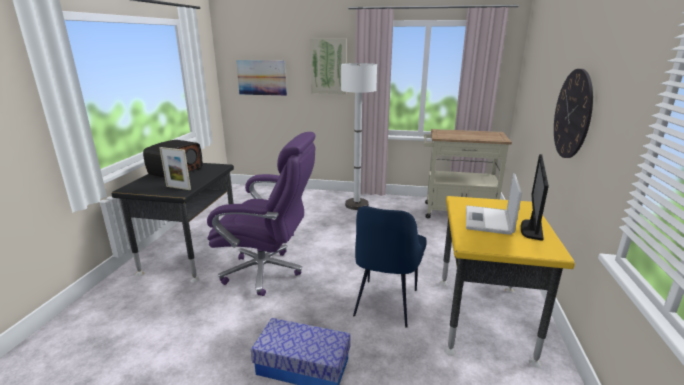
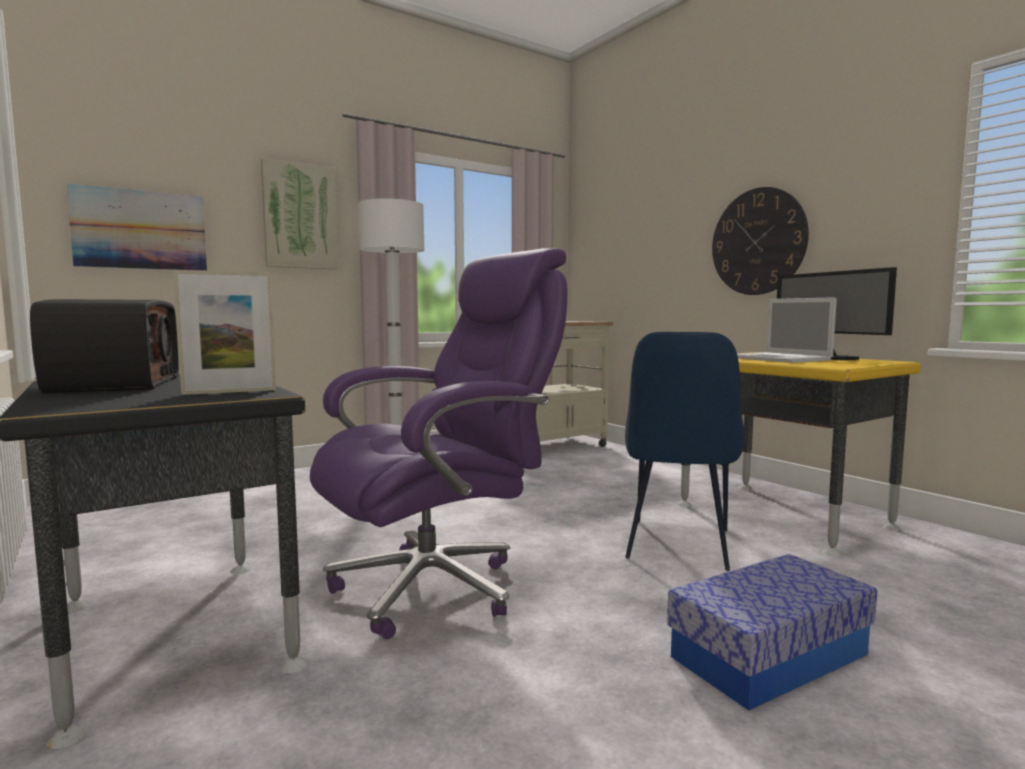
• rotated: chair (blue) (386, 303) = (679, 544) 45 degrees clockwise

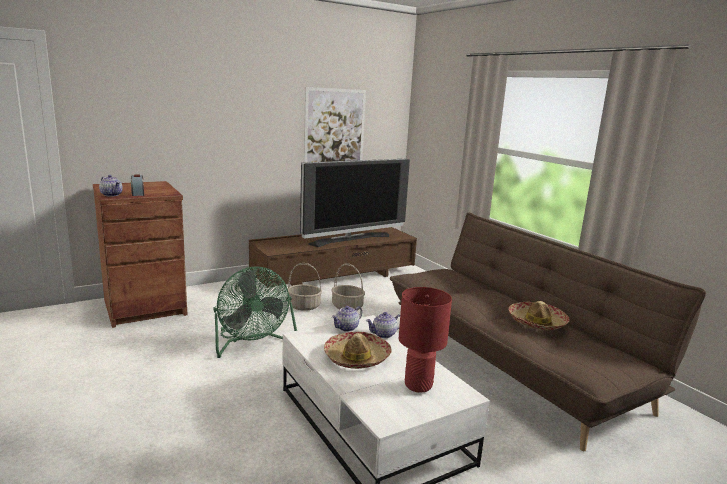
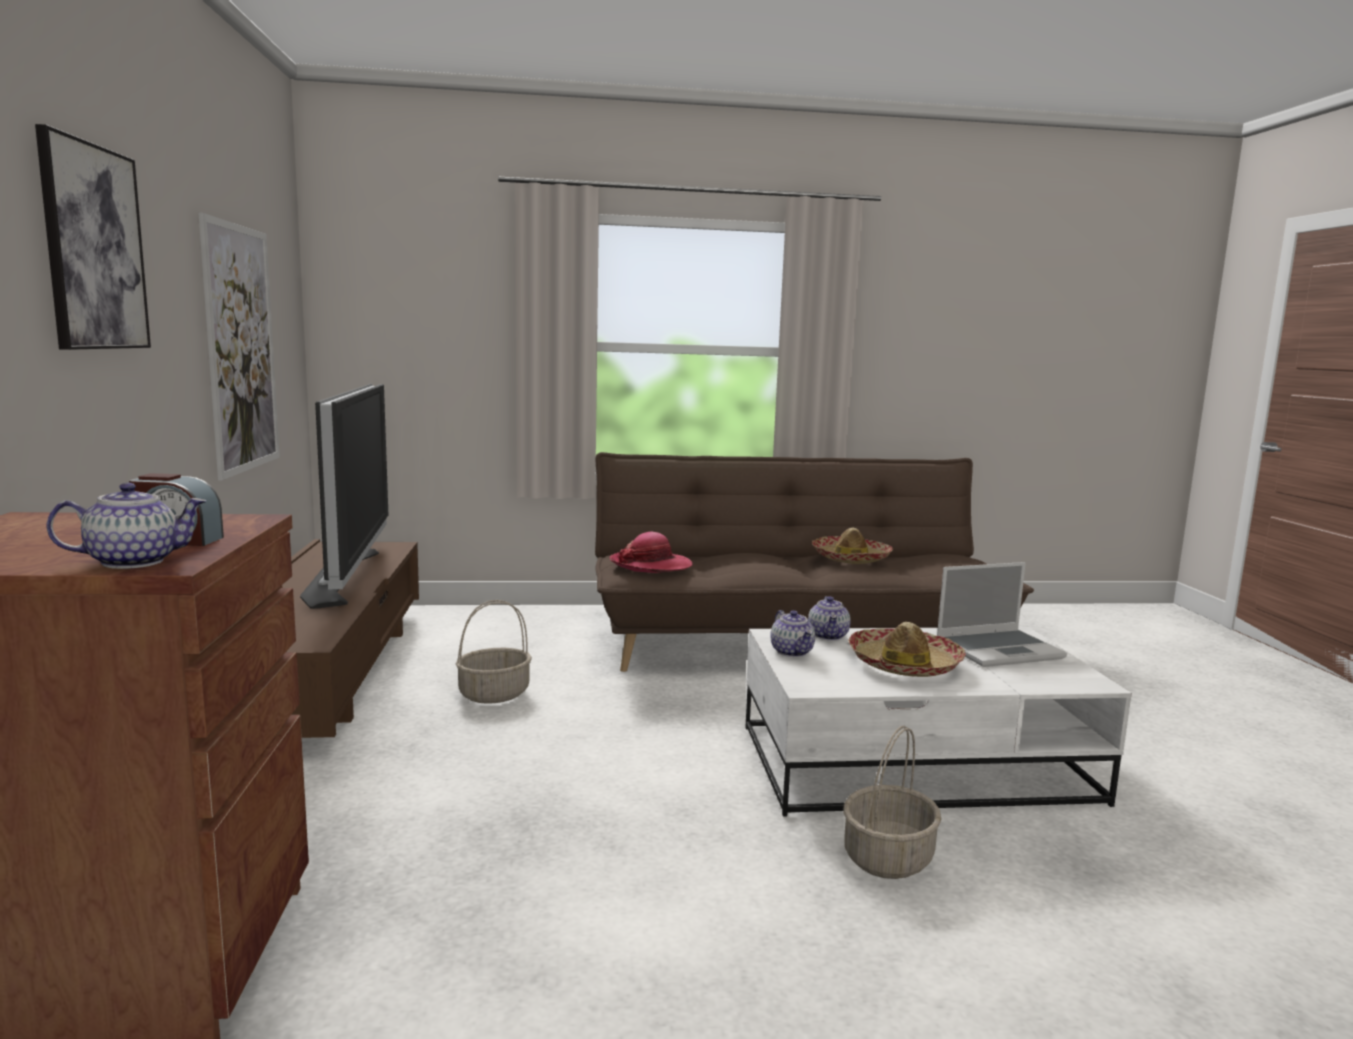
• gone: fan (green) (249, 343)
• shifted: basket (304, 306) to (887, 857)
• swapped: table lamp (red) (418, 387) to laptop (999, 650)
• new: picture (94, 248)
• new: hat (651, 565)

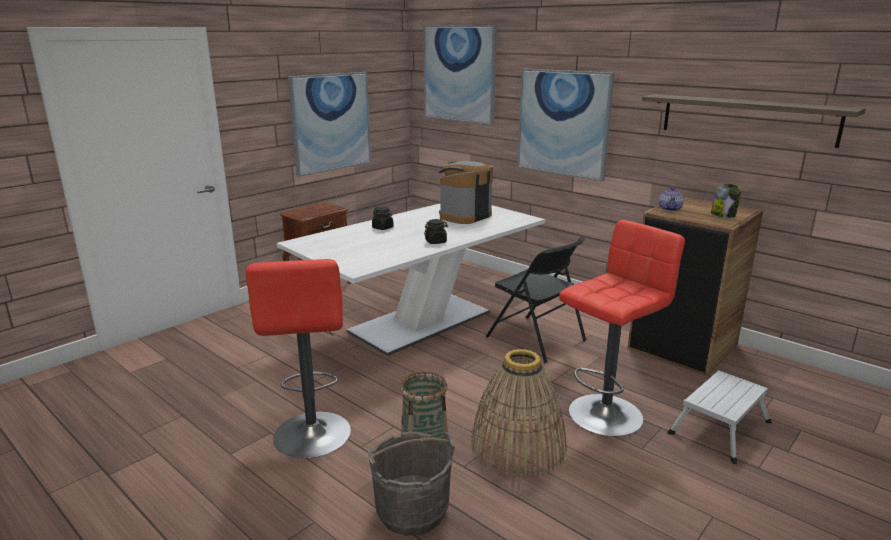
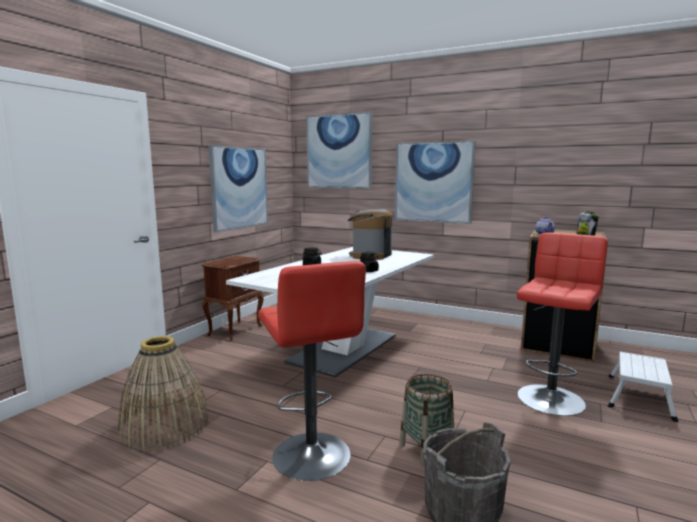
• shifted: basket (517, 446) to (164, 426)
• gone: chair (black) (535, 339)
• gone: shelf (747, 119)

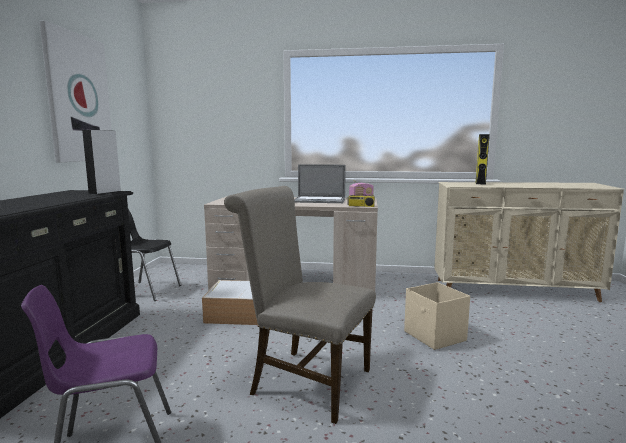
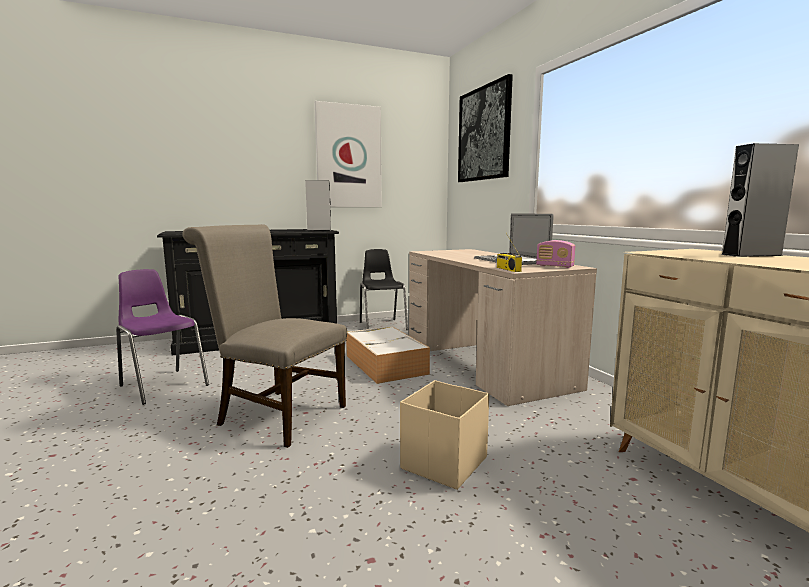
• rotated: chair (beige) (304, 380) = (276, 414) 60 degrees counterclockwise
• repainted: speaker (yellow) (480, 183) to speaker (grey) (751, 255)
• new: picture (484, 134)

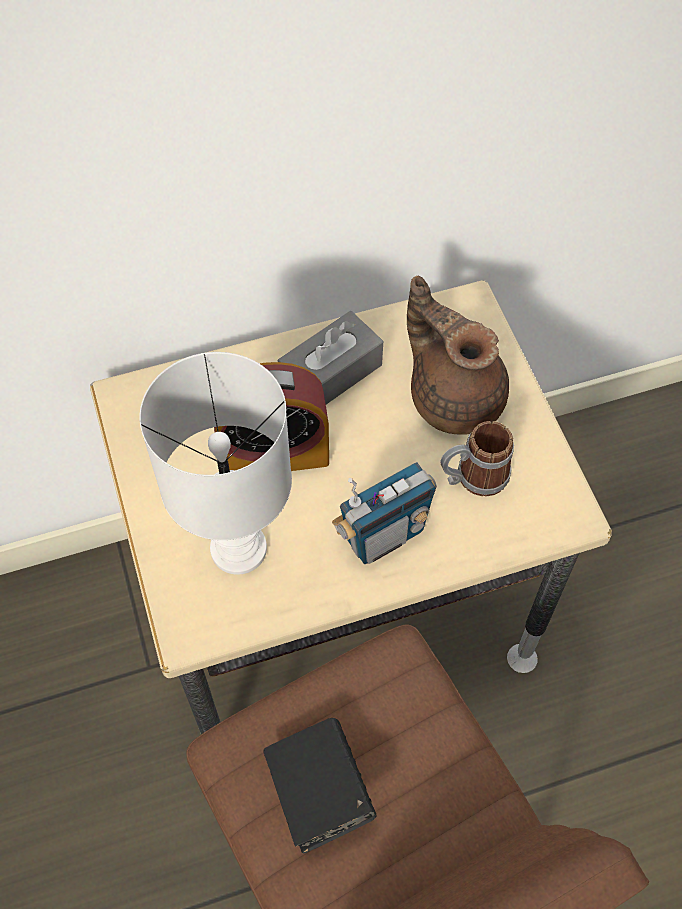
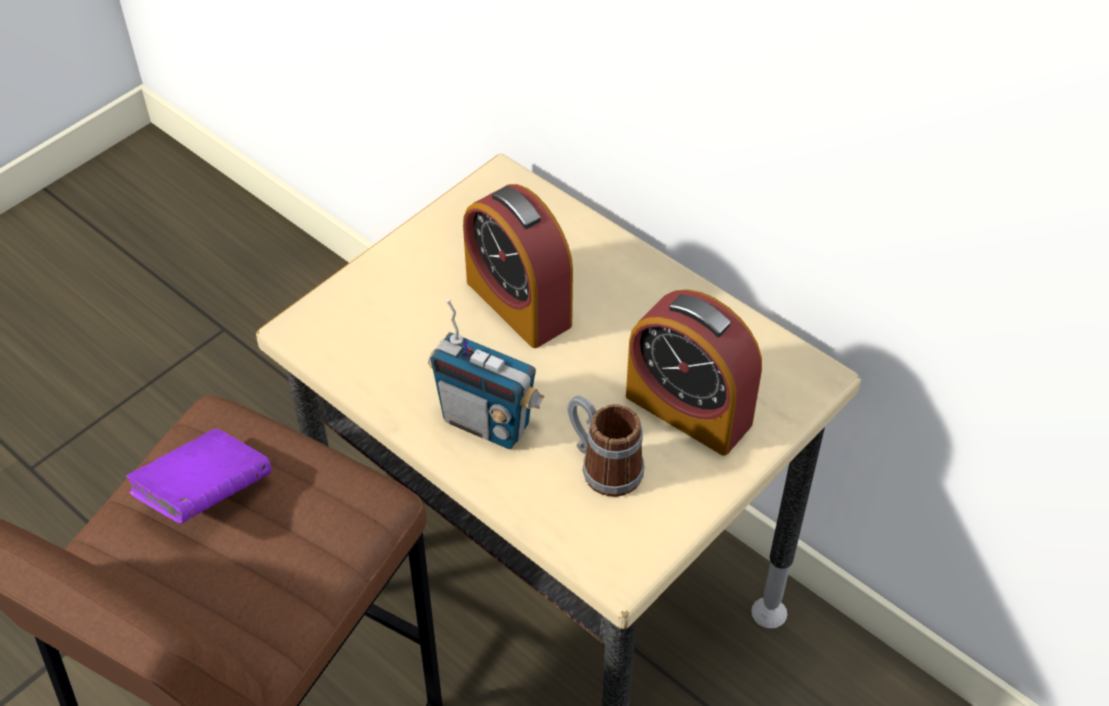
• gone: table lamp (white) (236, 548)
• repainted: book (black) (318, 790) to book (purple) (205, 494)
• gone: tissue box (grey) (331, 374)
• swapped: teapot (brown) (453, 396) to alarm clock (688, 409)

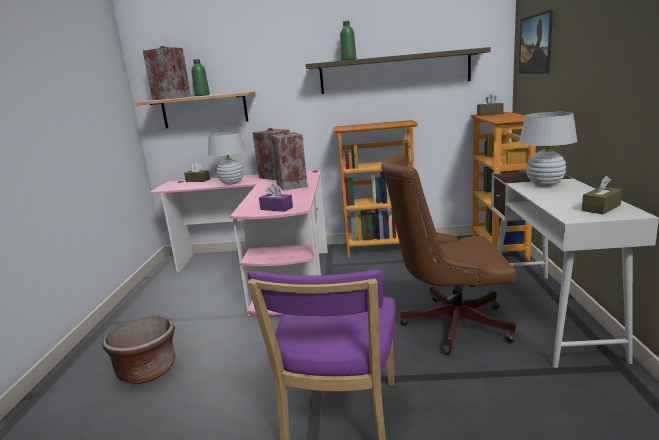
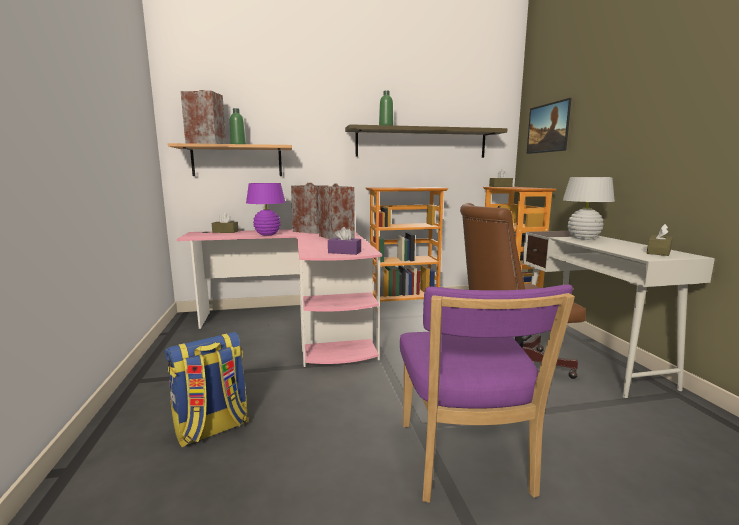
• swapped: planter (brown) (147, 370) to backpack (212, 429)
• repainted: table lamp (white) (231, 183) to table lamp (purple) (267, 234)

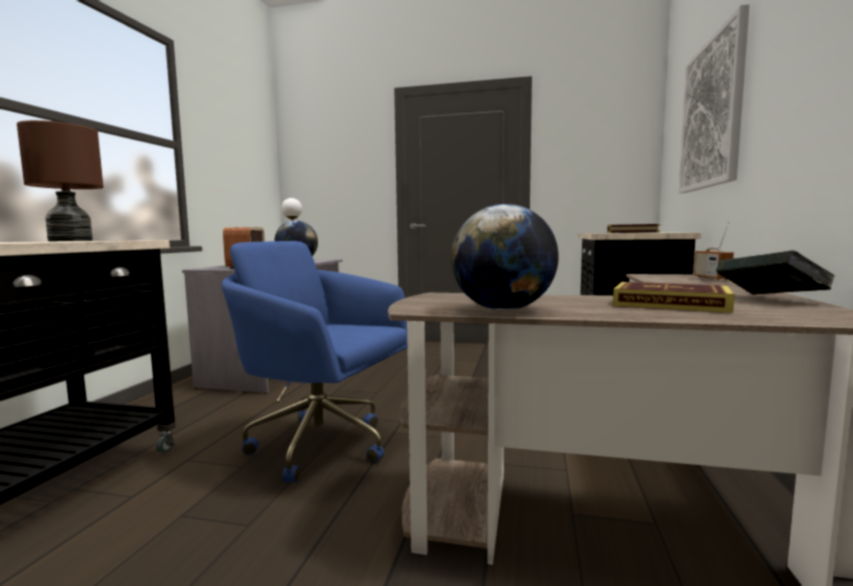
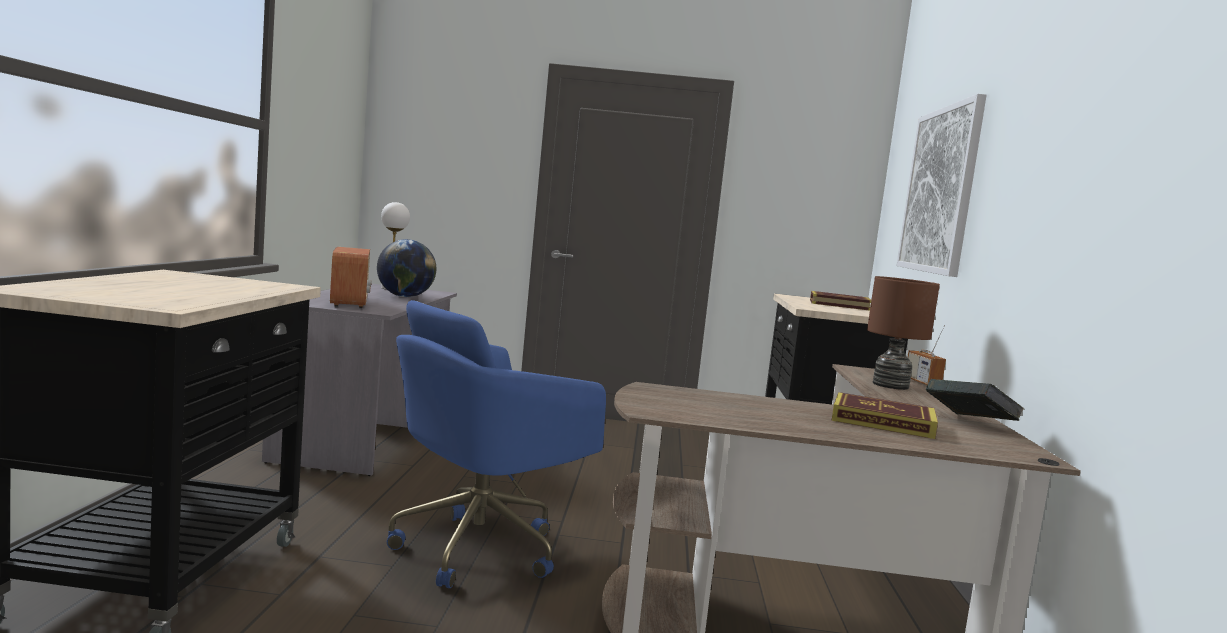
• shifted: table lamp (brown) (70, 241) to (890, 385)
• rotated: office chair (blue) (325, 448) = (483, 548) 60 degrees counterclockwise
• gone: globe (503, 309)

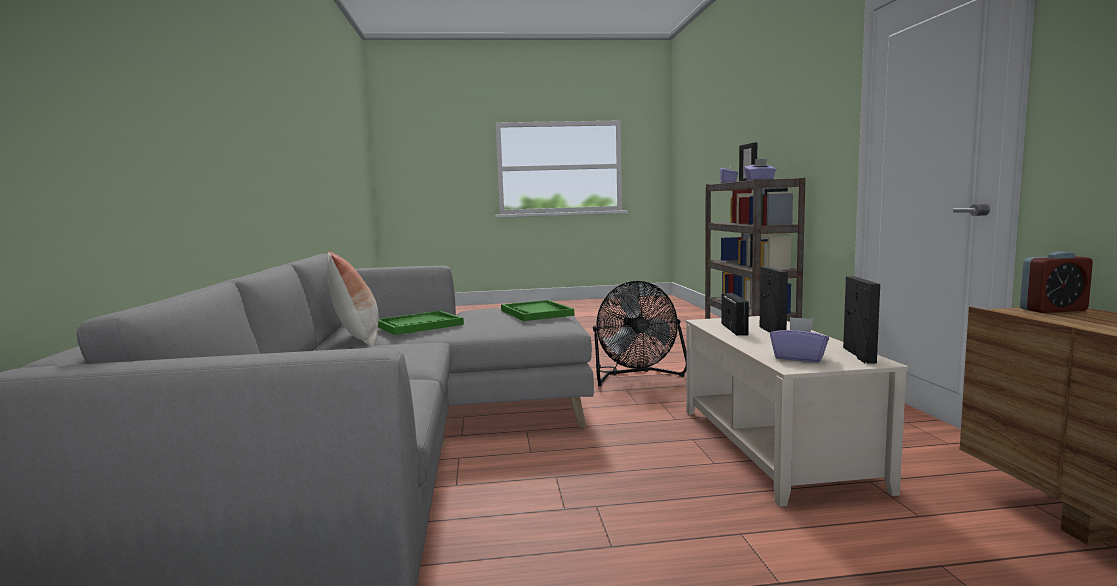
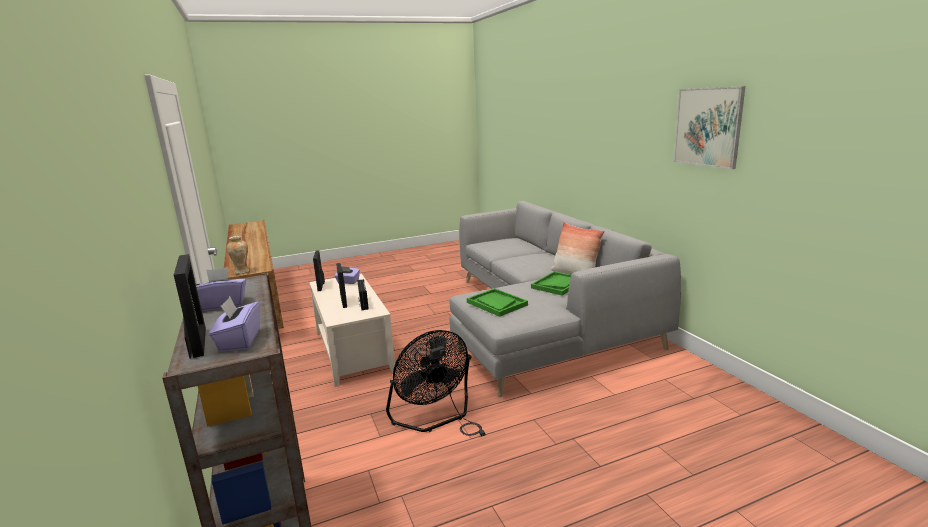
• swapped: alarm clock (1053, 310) to vase (241, 272)
• new: picture (707, 127)

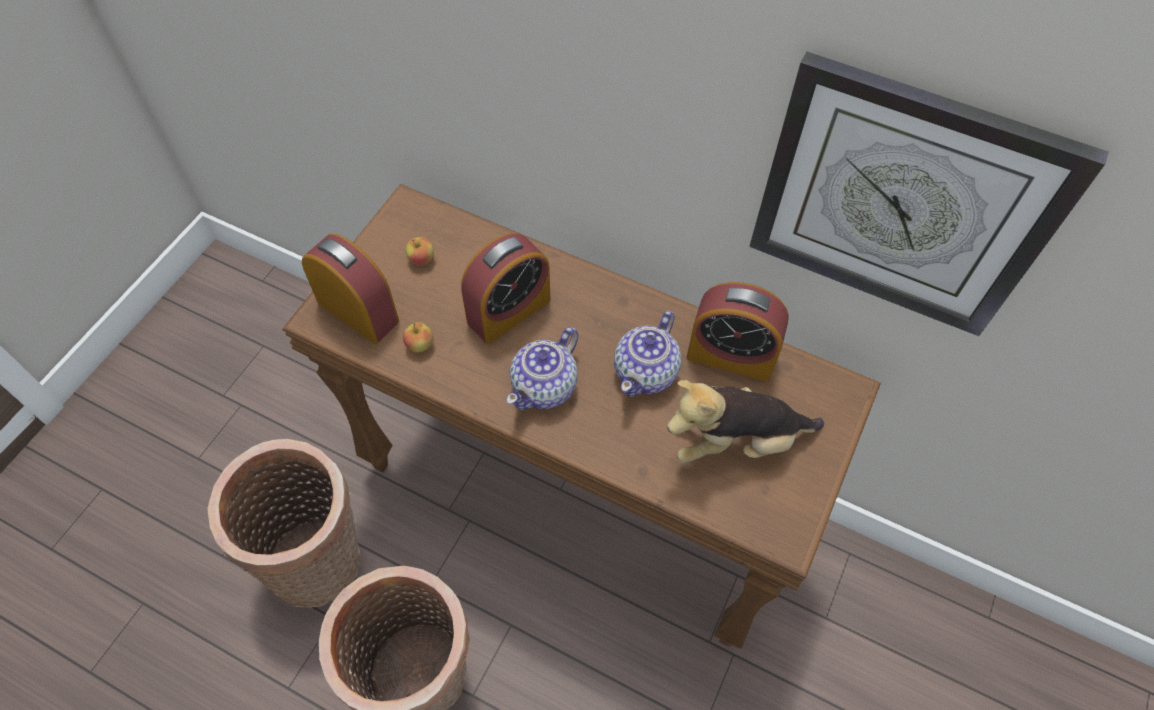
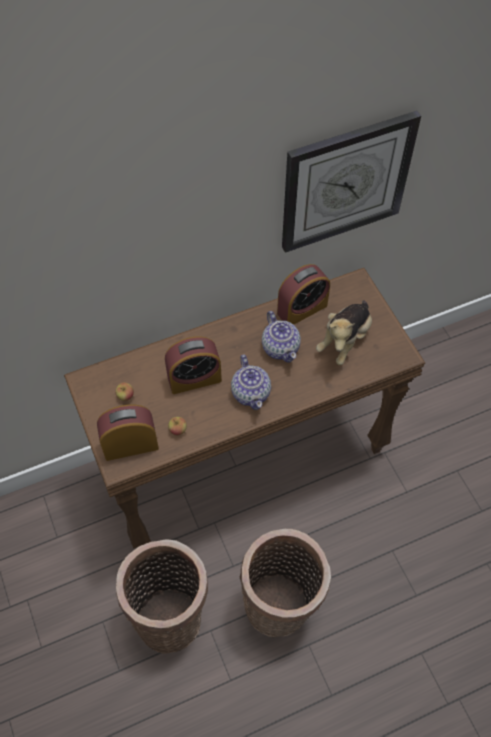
• rotated: alarm clock (509, 311) = (194, 379) 75 degrees clockwise

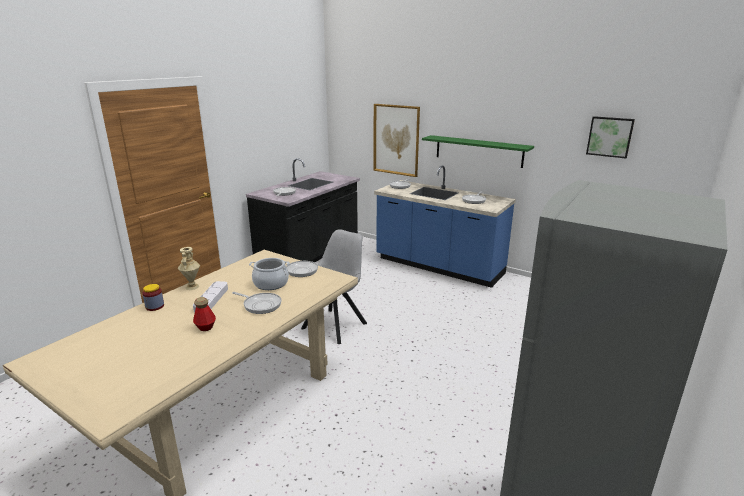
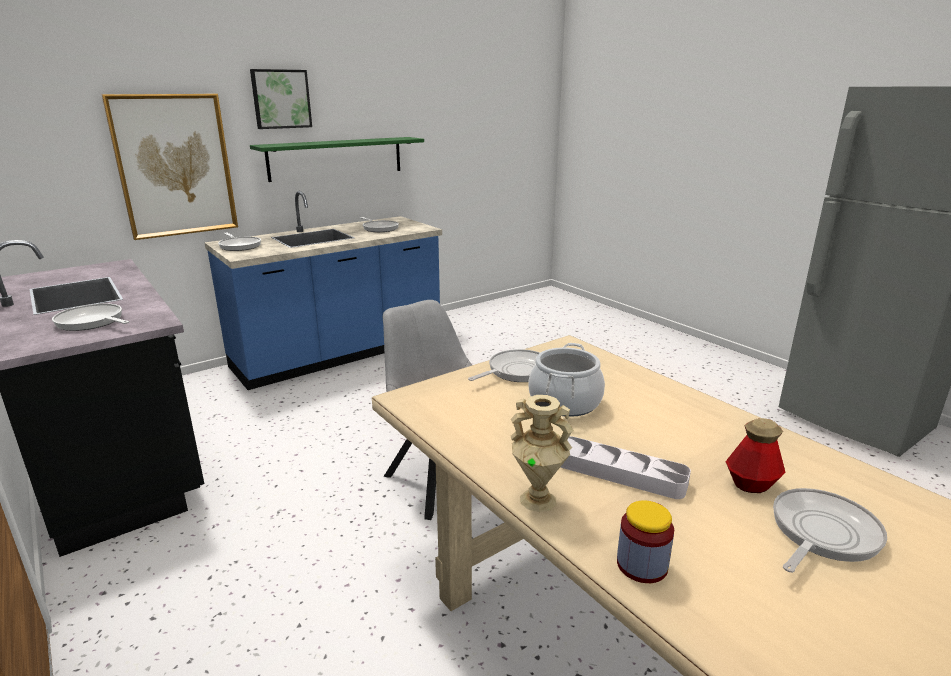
• shifted: frying pan (260, 305) to (821, 533)
• shifted: picture (610, 136) to (281, 99)

